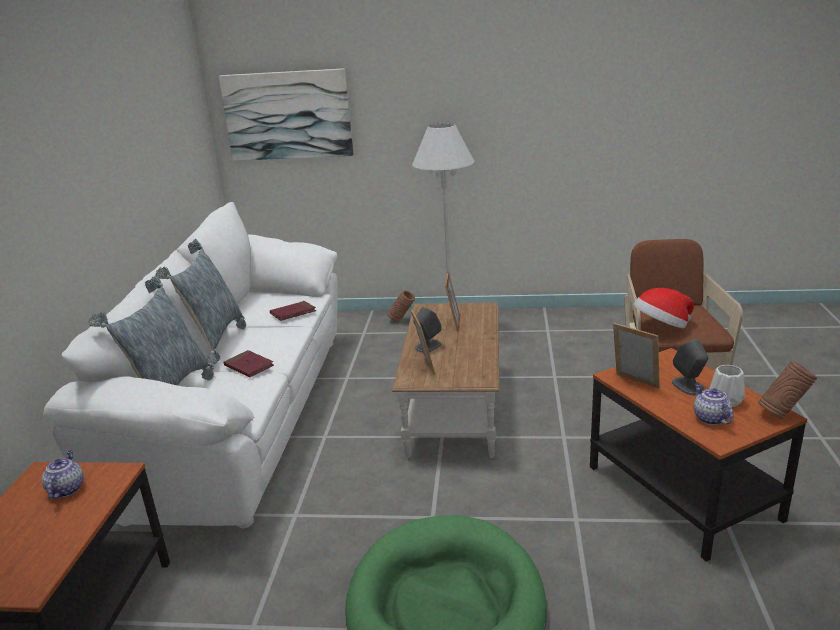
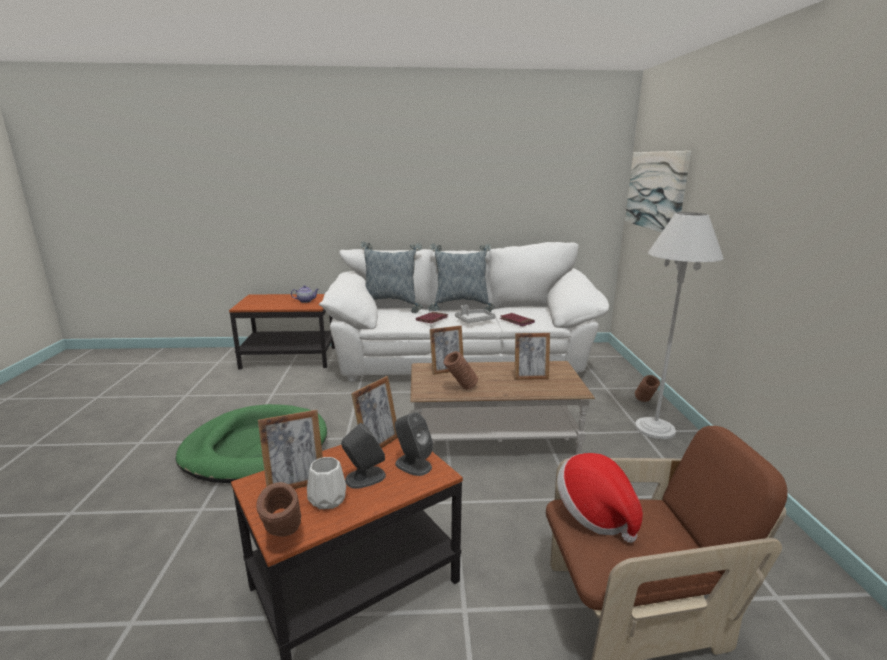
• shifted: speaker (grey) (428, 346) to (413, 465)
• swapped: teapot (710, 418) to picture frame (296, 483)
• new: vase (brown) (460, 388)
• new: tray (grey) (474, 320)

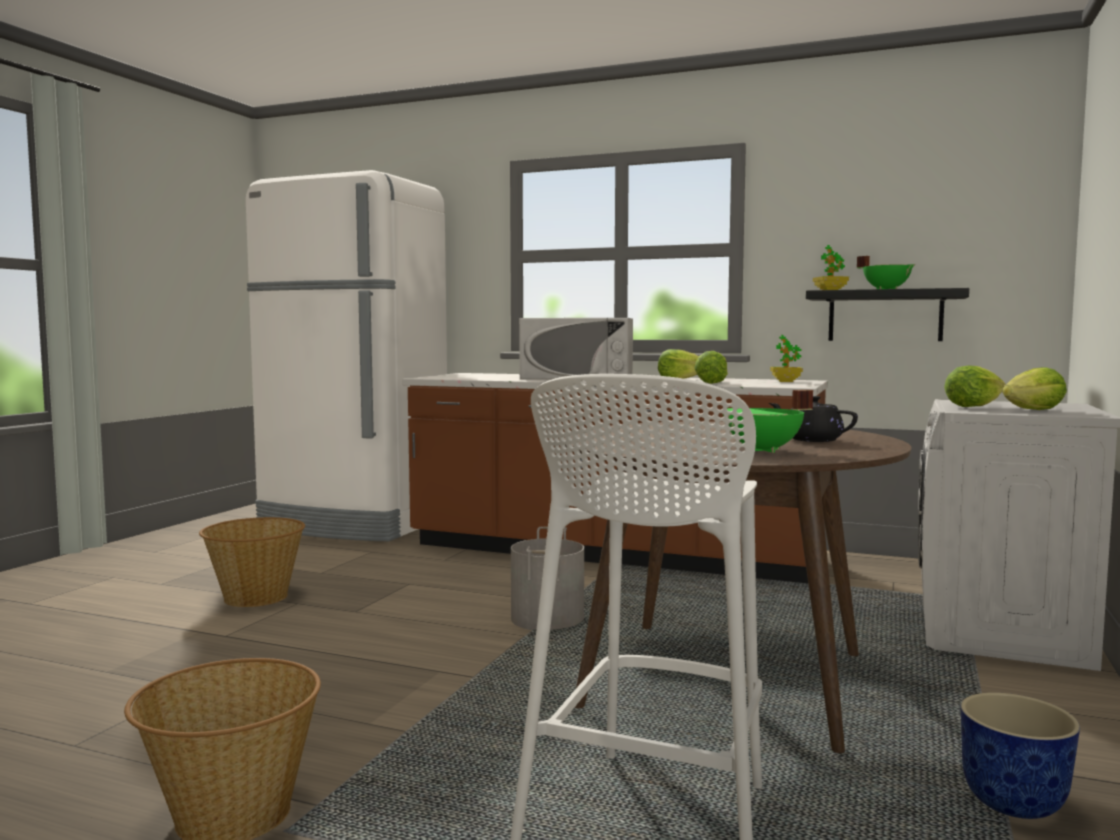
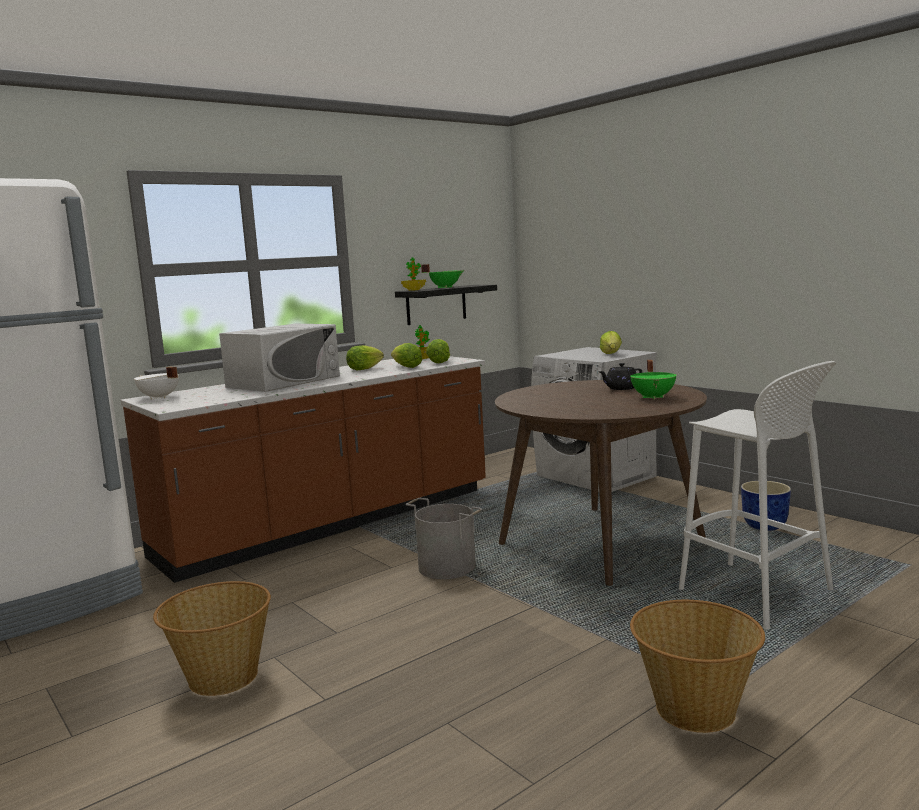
• shifted: lettuce (972, 406) to (439, 362)
• new: cooking pot (white) (158, 397)

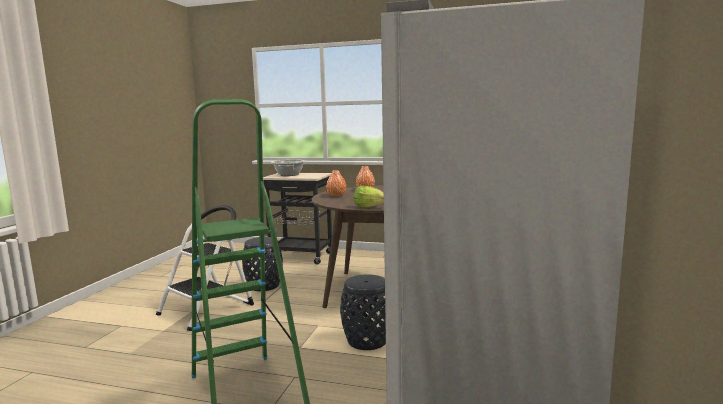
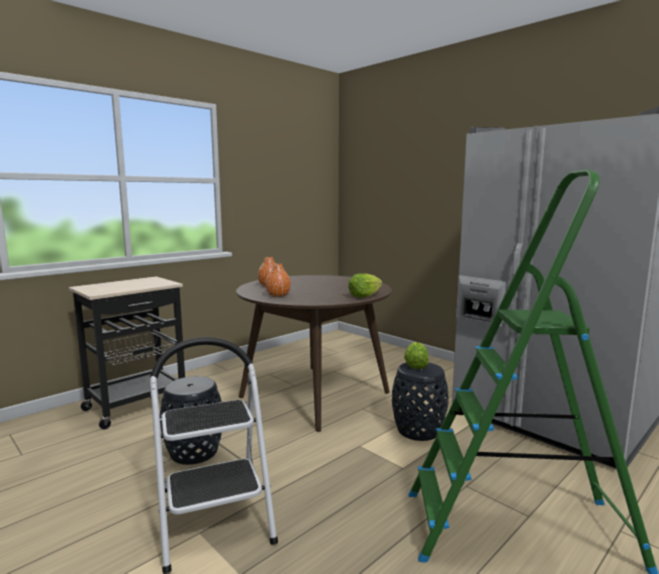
• gone: cooking pot (289, 175)
• new: lettuce (415, 366)

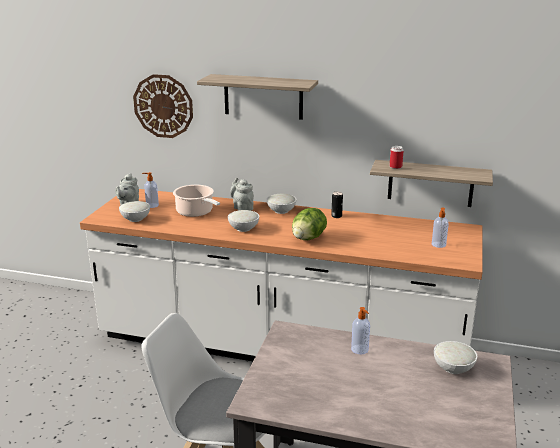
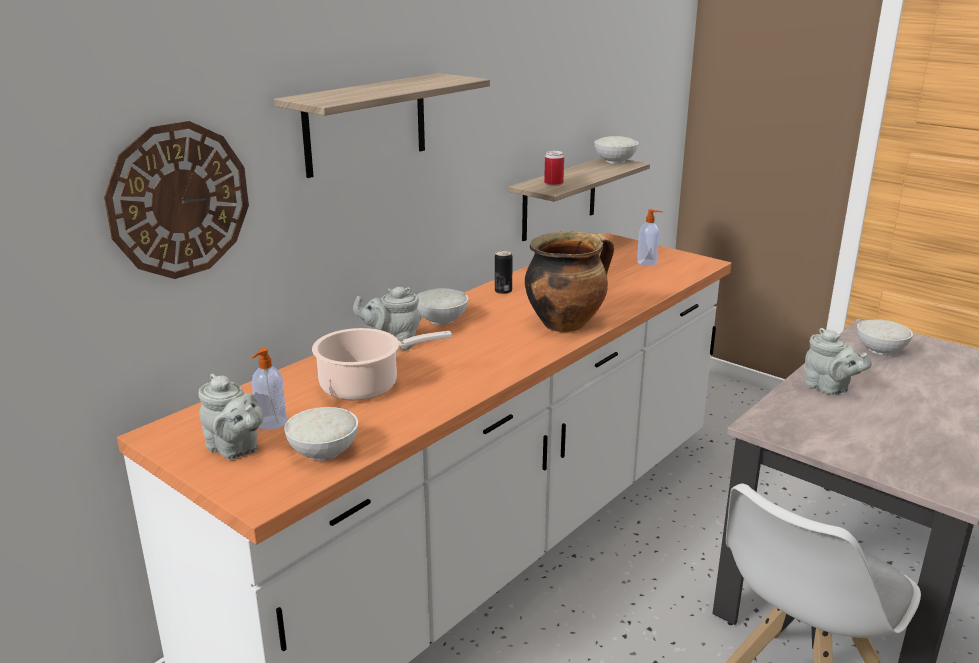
• shifted: bowl (white) (244, 228) to (614, 161)
• swapped: lettuce (308, 238) to cooking pot (566, 323)
• swapped: soap dispenser (360, 350) to teapot (grey) (829, 388)

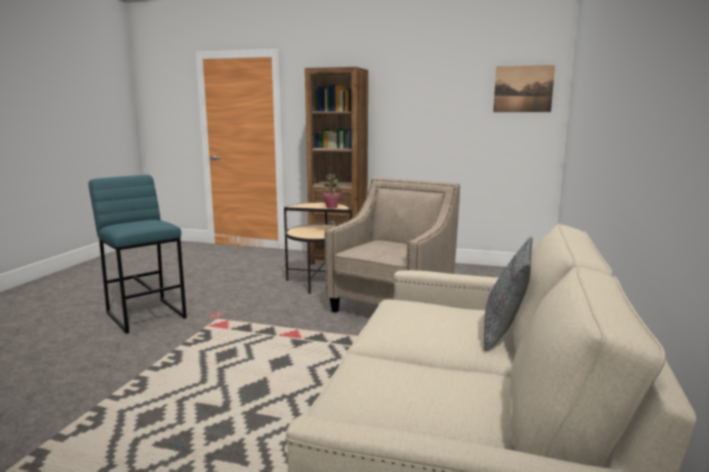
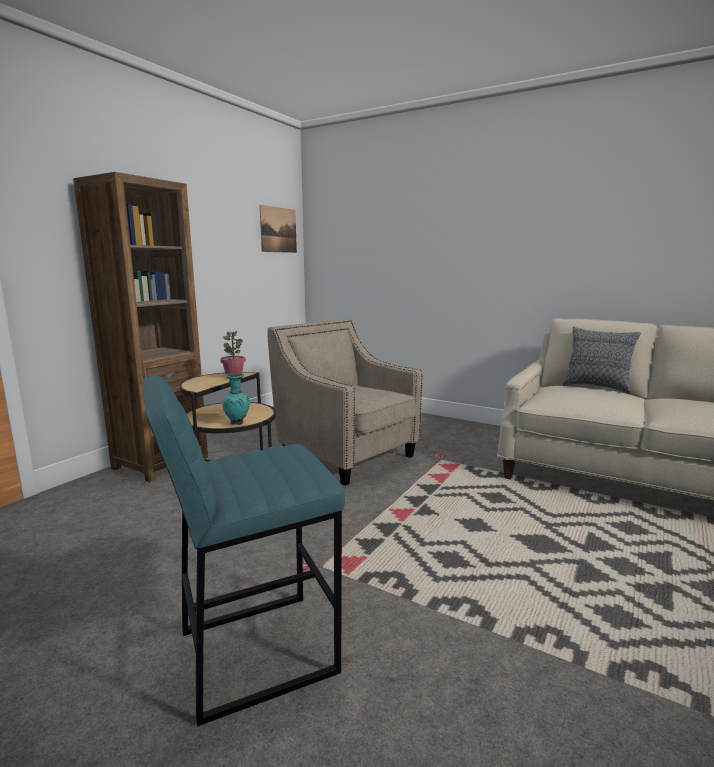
• new: vase (turquoise) (237, 423)

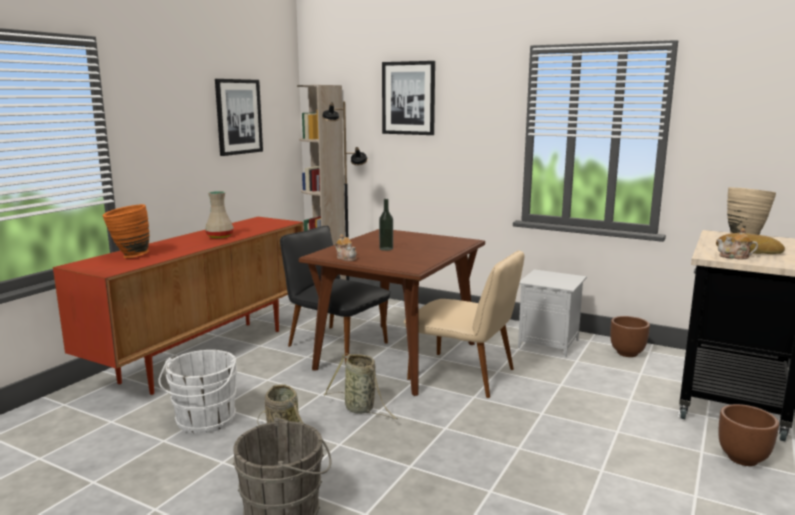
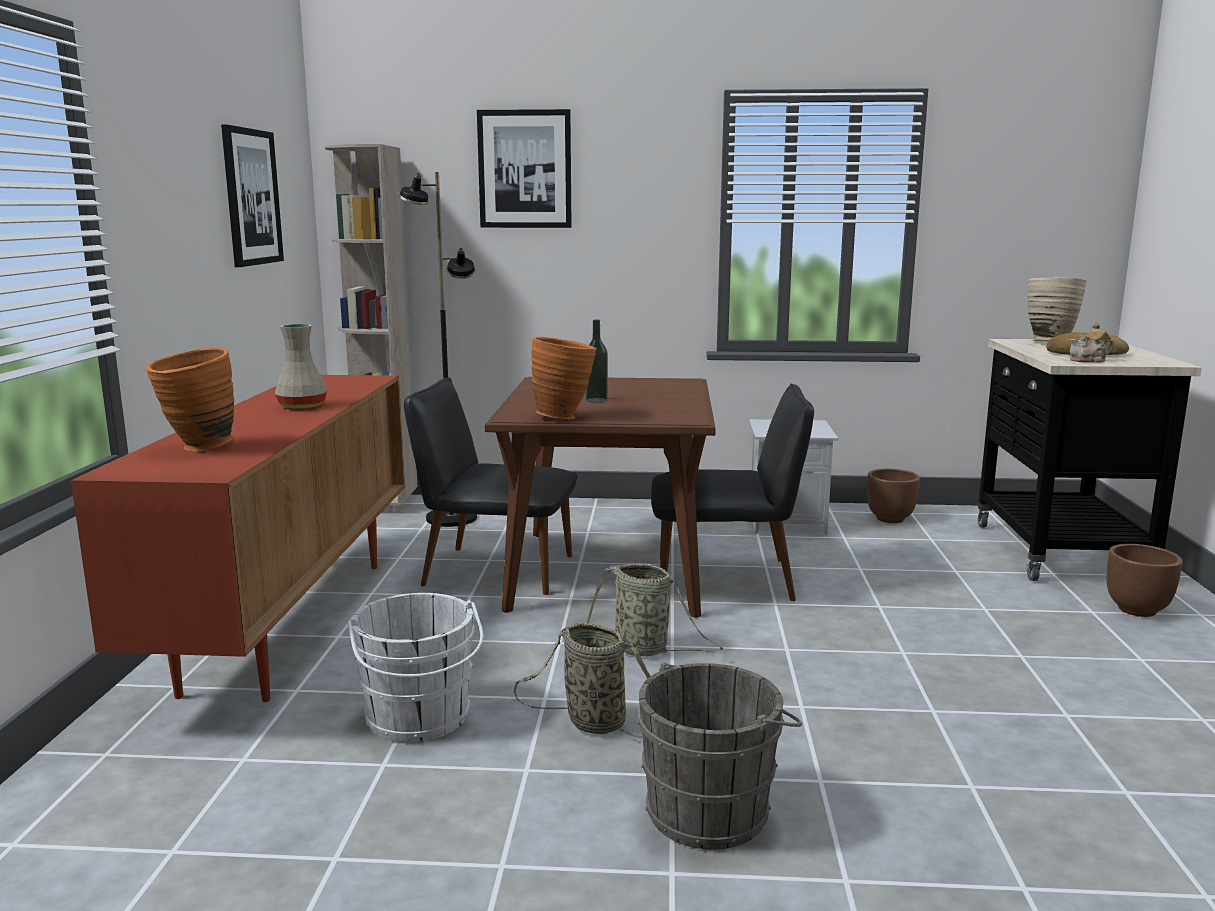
• swapped: teapot (346, 258) to vase (orange) (565, 417)
• repainted: chair (beige) (461, 374) to chair (black) (724, 578)

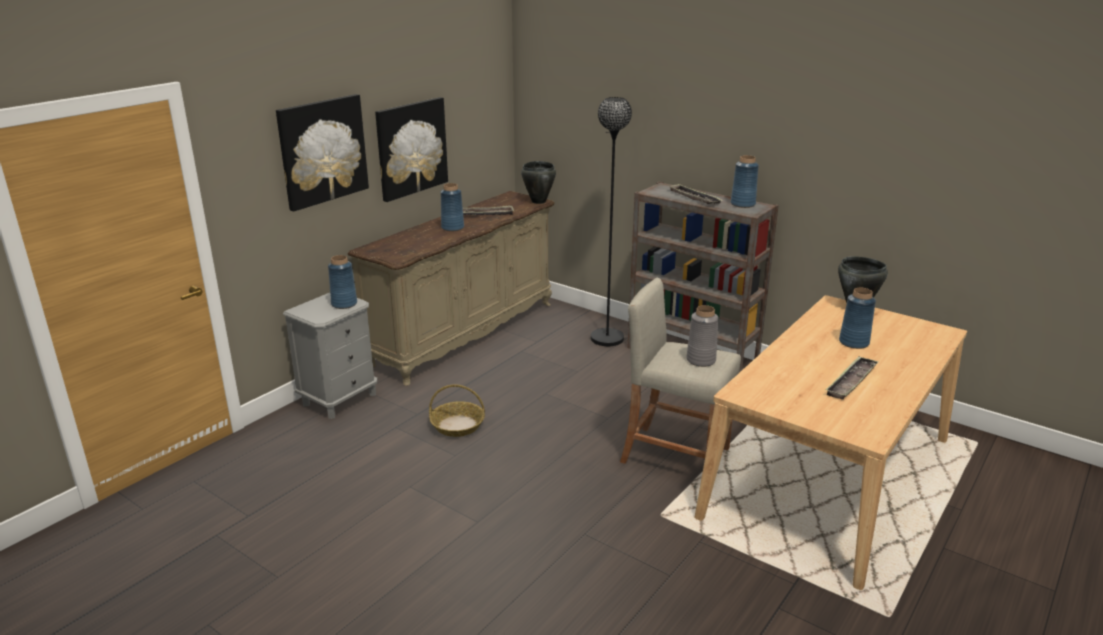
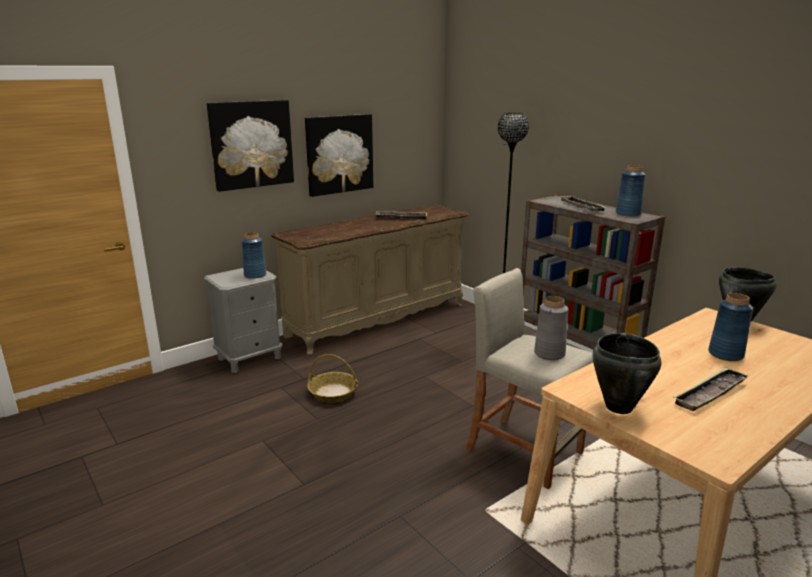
• gone: vase (blue) (452, 228)
• shifted: cooking pot (black) (538, 201) to (618, 407)

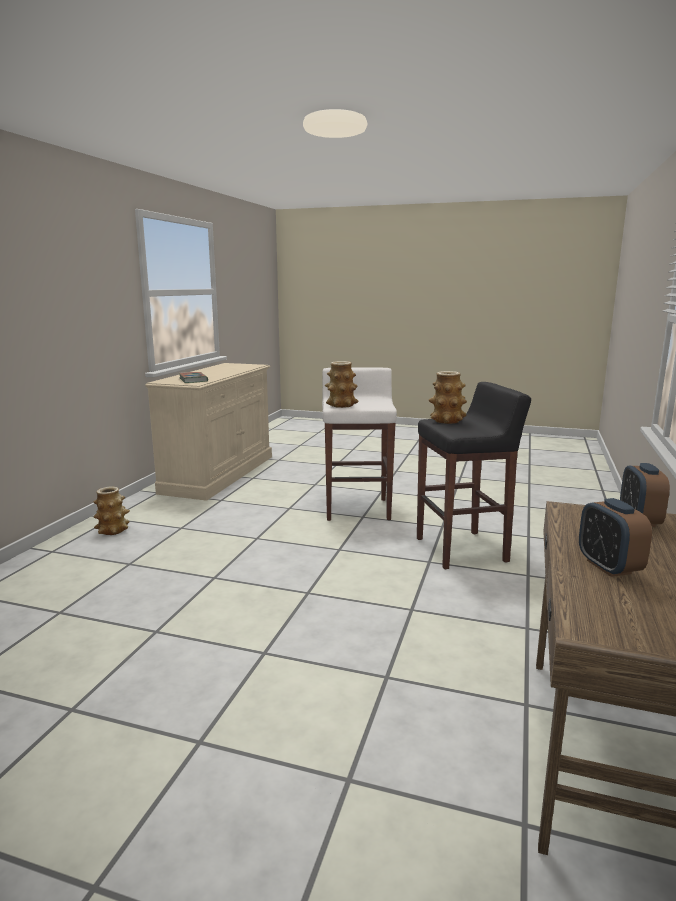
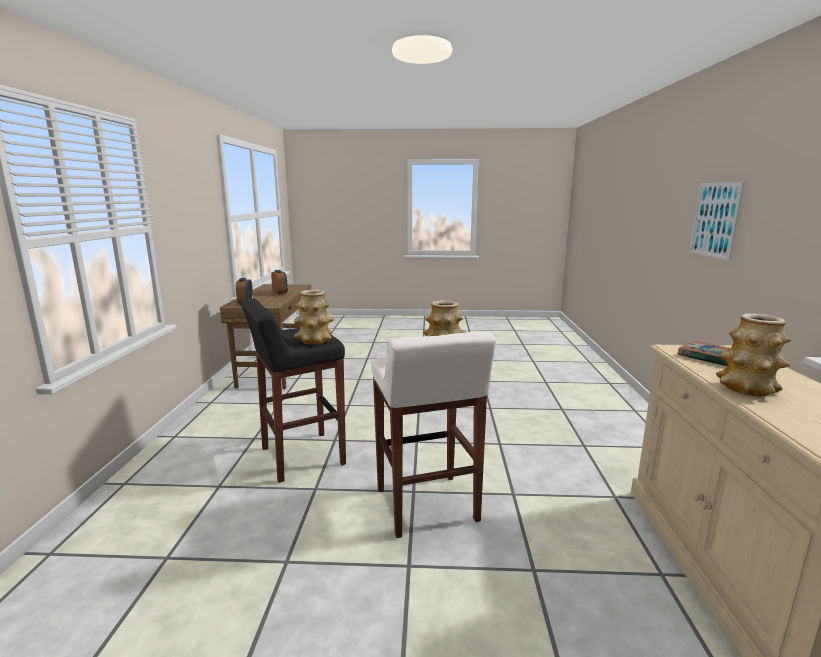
• shifted: vase (113, 530) to (747, 389)
• new: picture (715, 219)

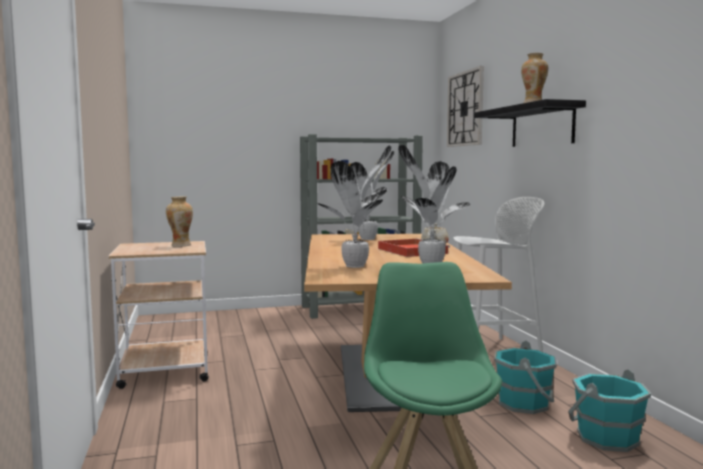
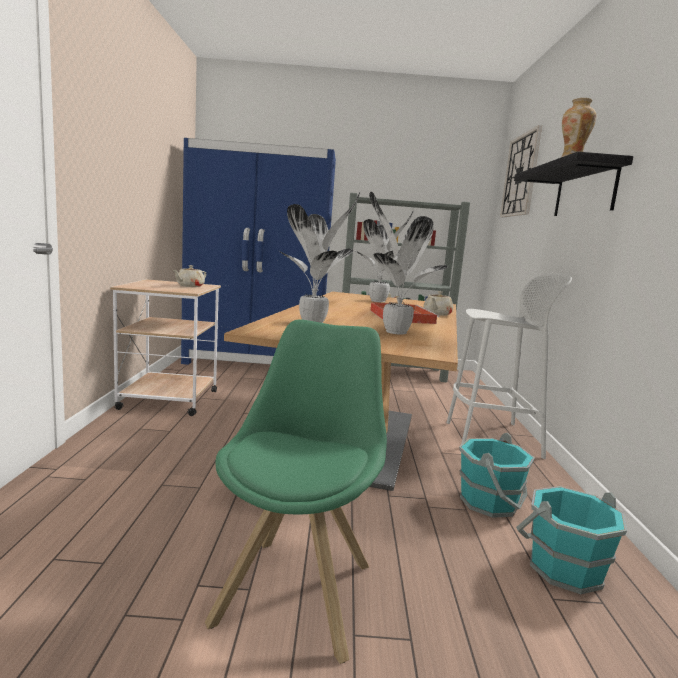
• swapped: vase (180, 245) to teapot (beige) (190, 286)
• new: cabinet (blue) (255, 362)

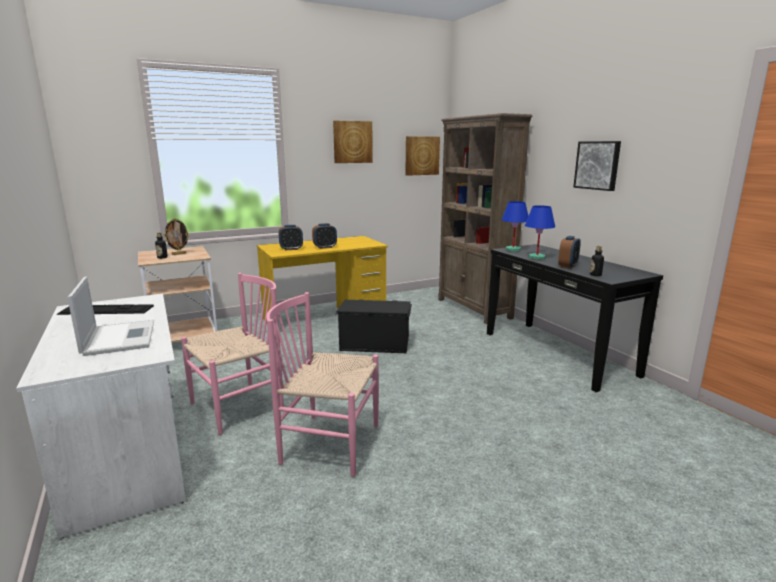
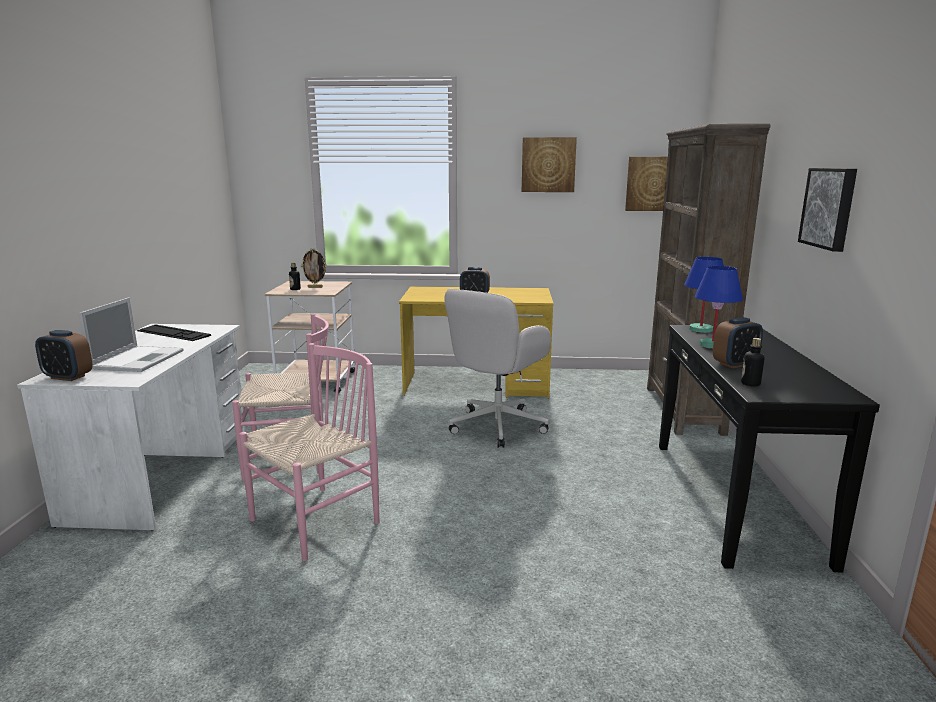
• rotated: chair (pink) (326, 443) = (320, 520) 90 degrees clockwise
• shifted: alarm clock (291, 249) to (68, 377)
• swapped: storage box (black) (374, 343) to office chair (white) (497, 426)

